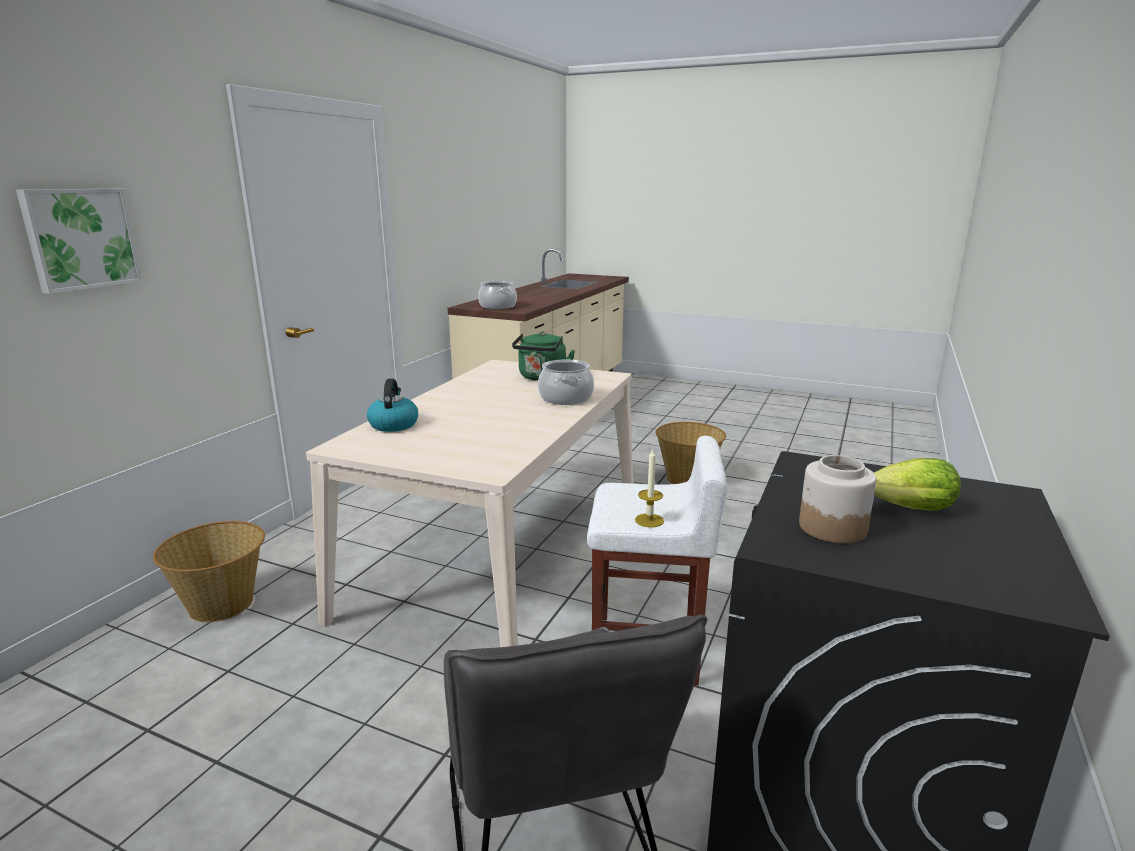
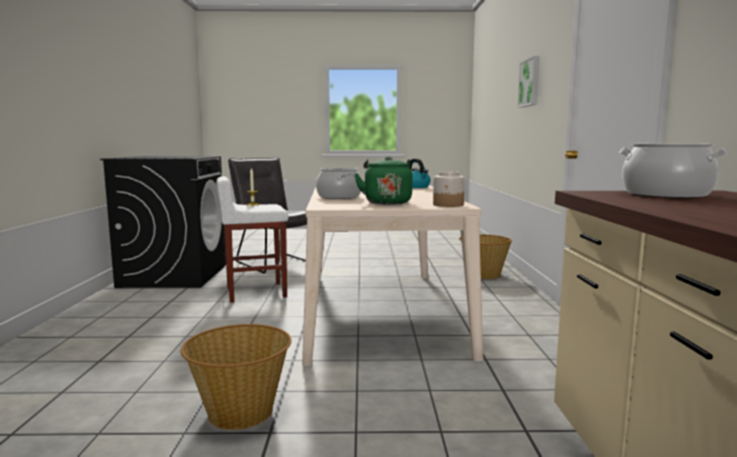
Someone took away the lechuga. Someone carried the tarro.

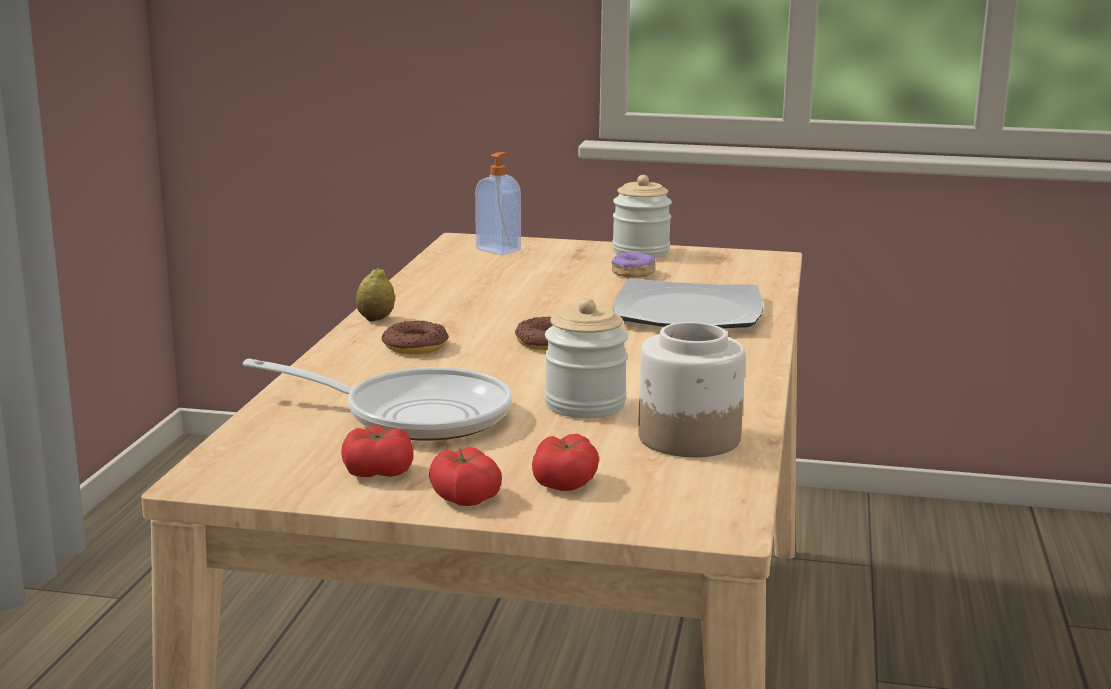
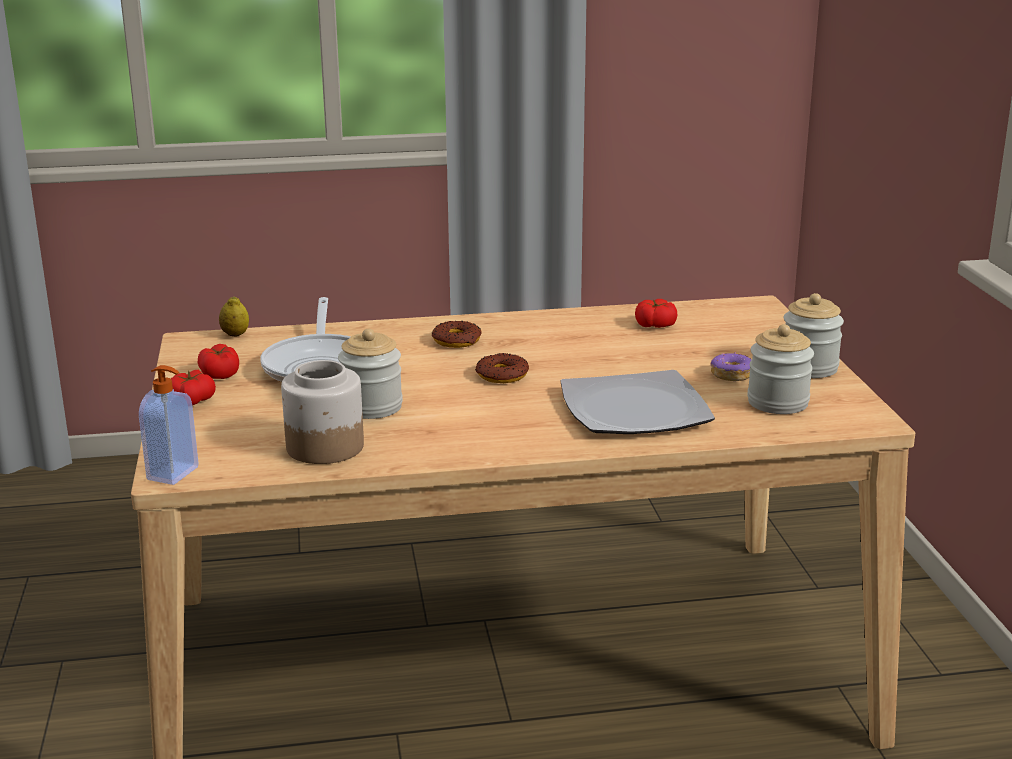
Someone put down the tarro (3rd from left). Someone carried the limón. Someone carried the dispensador de jabón. Someone carried the tomate (3rd from left).

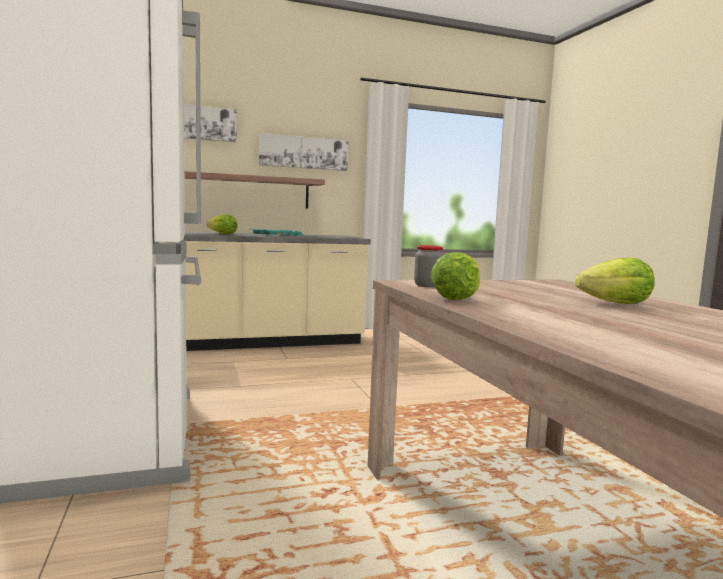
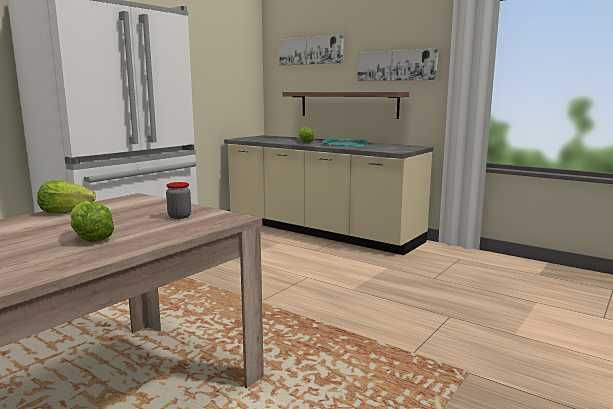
Someone carried the tarro.

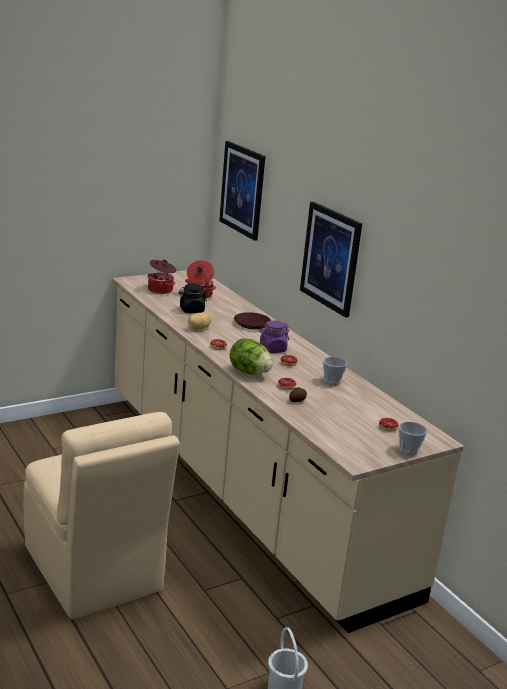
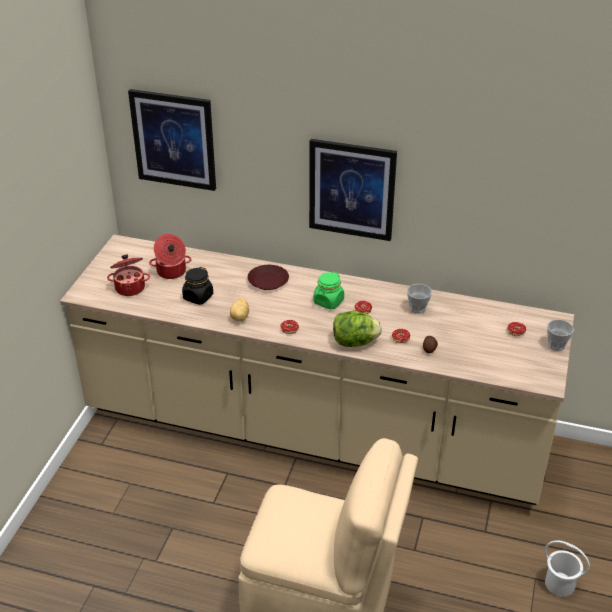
Someone repainted the tarro [morado], which became the tarro [verde].

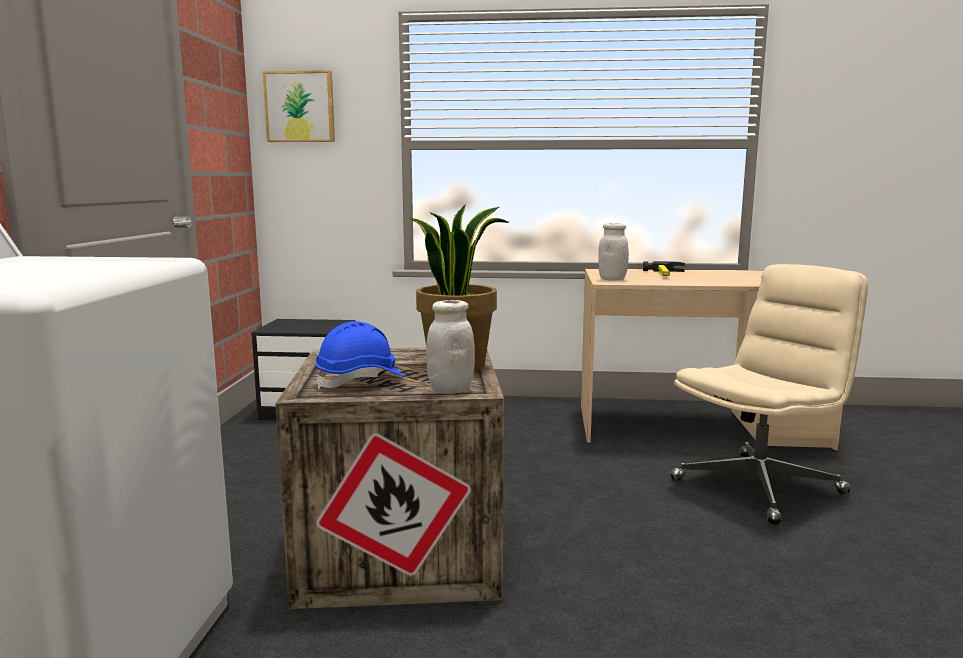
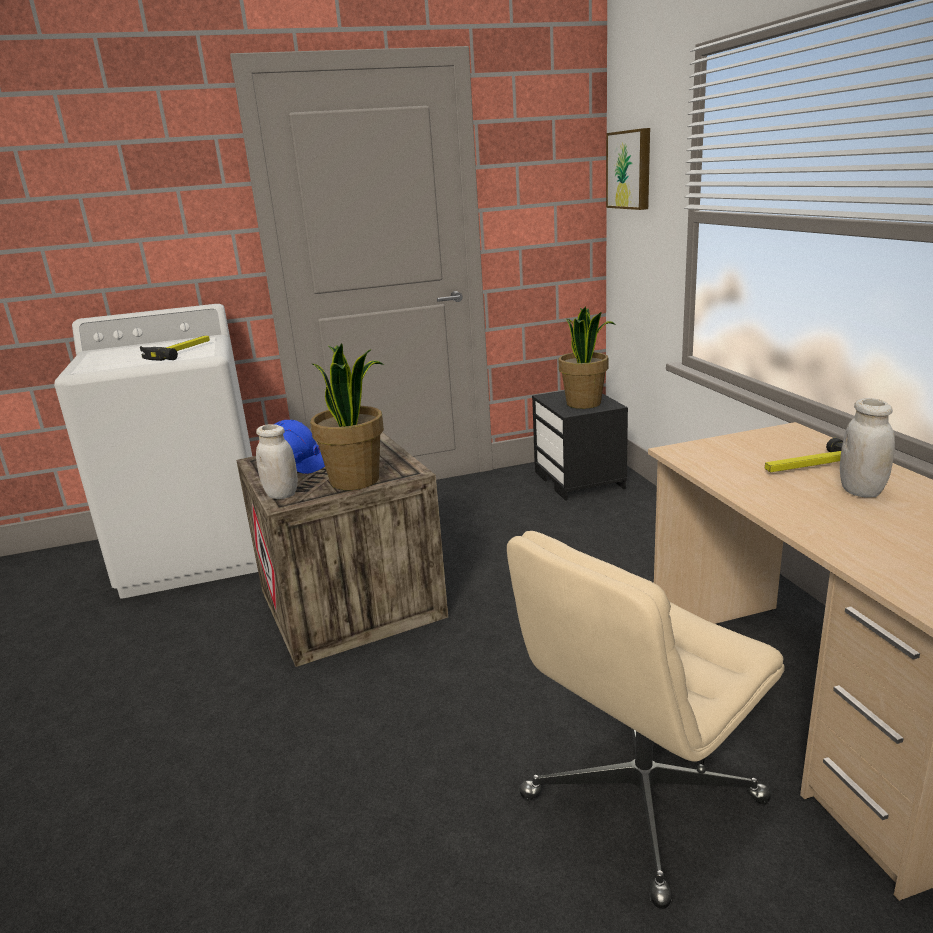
Someone put down the martillo (1st from left). Someone put down the planta en maceta (2nd from left). Someone carried the tarro [blanco] (2nd from left). Someone rotated the silla de oficina [beis] by 105 degrees clockwise.

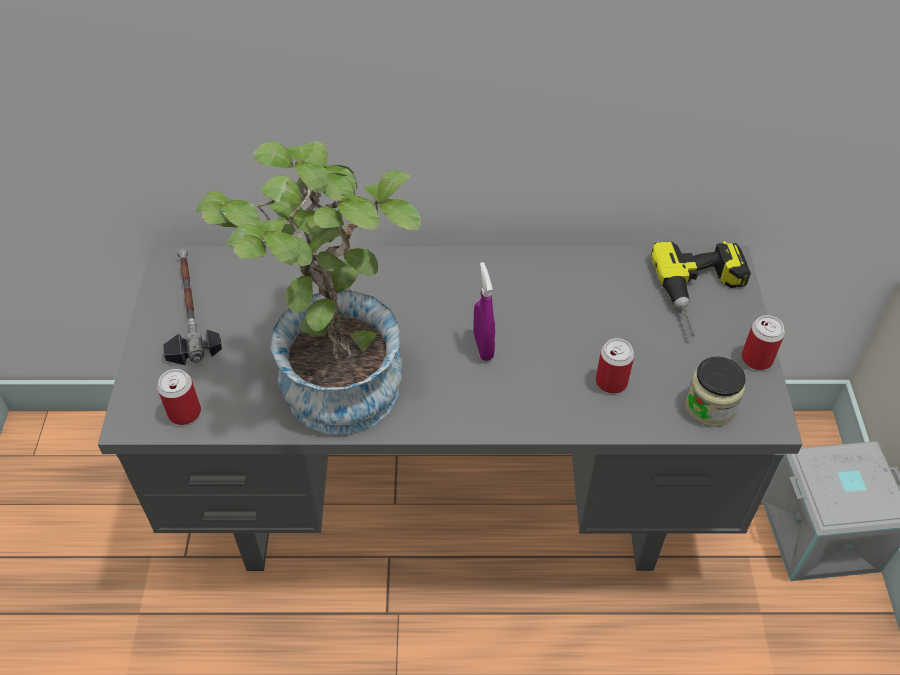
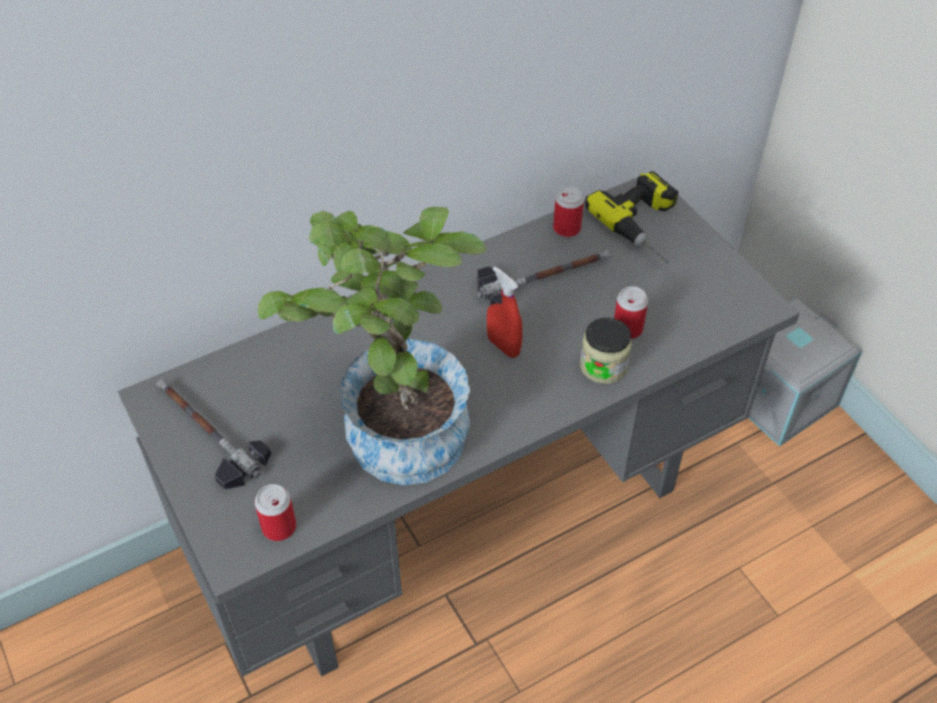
Someone put down the martillo (2nd from left). Someone carried the tarro. Someone carried the lata (3rd from left in the first image). Someone repainted the pulverizador [morado], which became the pulverizador [rojo].

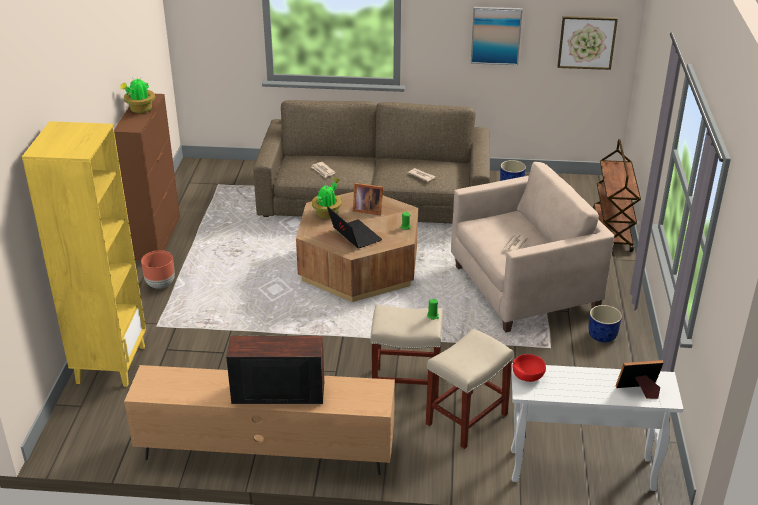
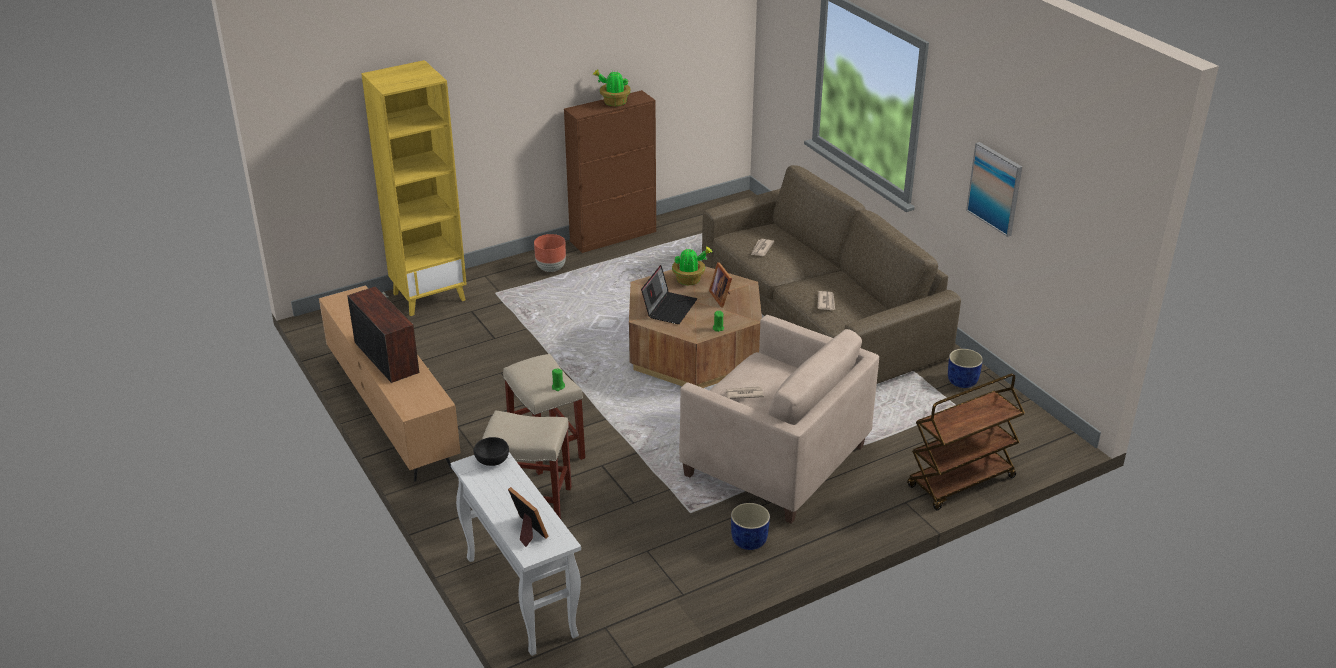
Someone took away the cuadro (2nd from left). Someone repainted the cuenco [rojo], which became the cuenco [negro].

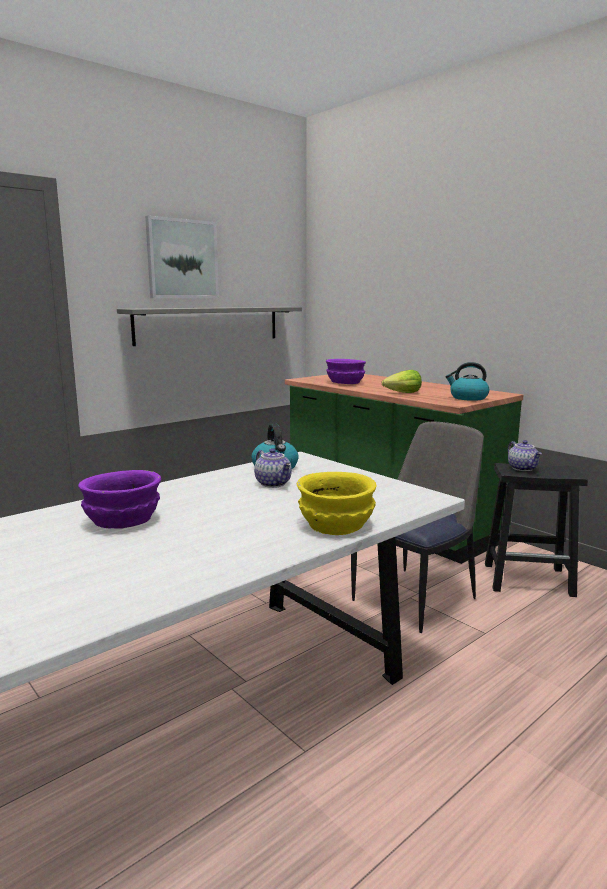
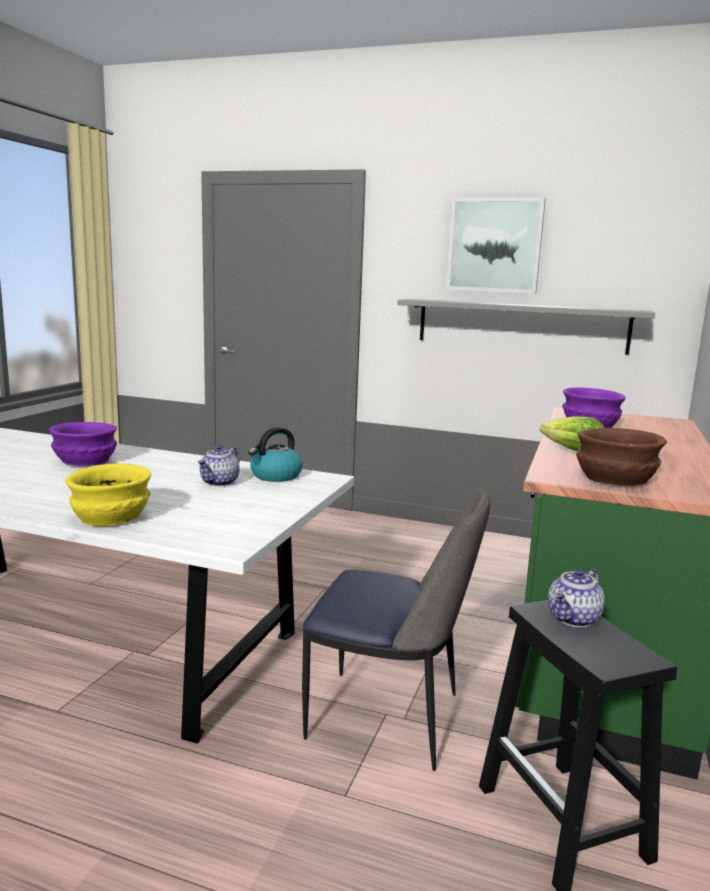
Someone swapped the hervidor (2nd from left) for the cuenco [marrón].

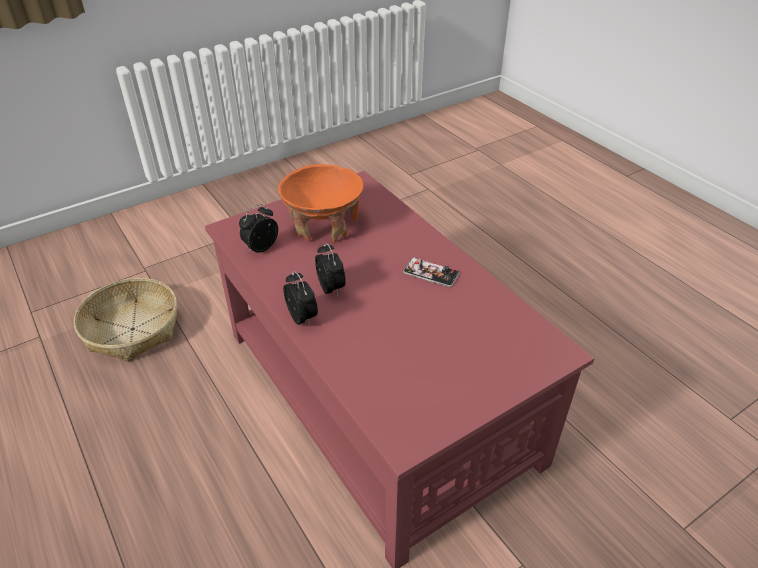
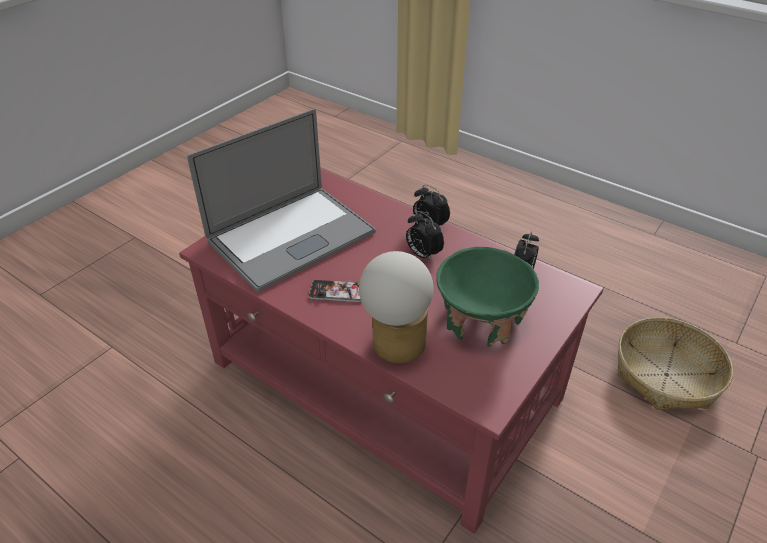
Someone put down the portátil. Someone put down the lámpara de mesa. Someone repainted the cuenco [naranja], which became the cuenco [verde].

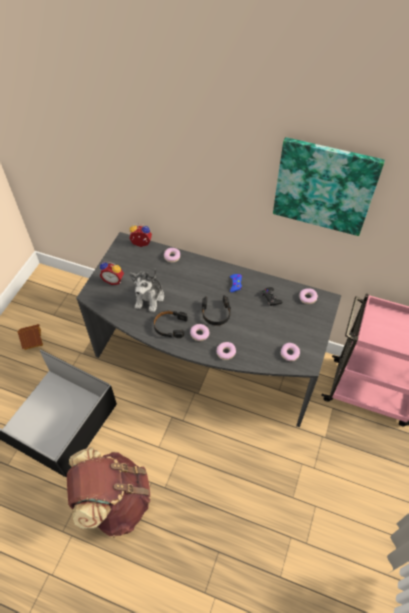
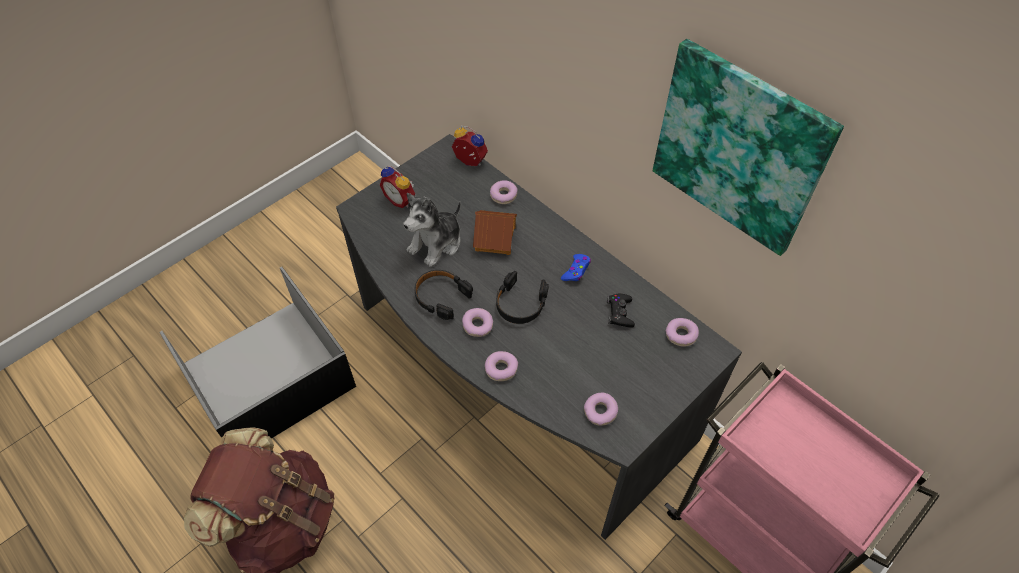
Someone carried the casita.

